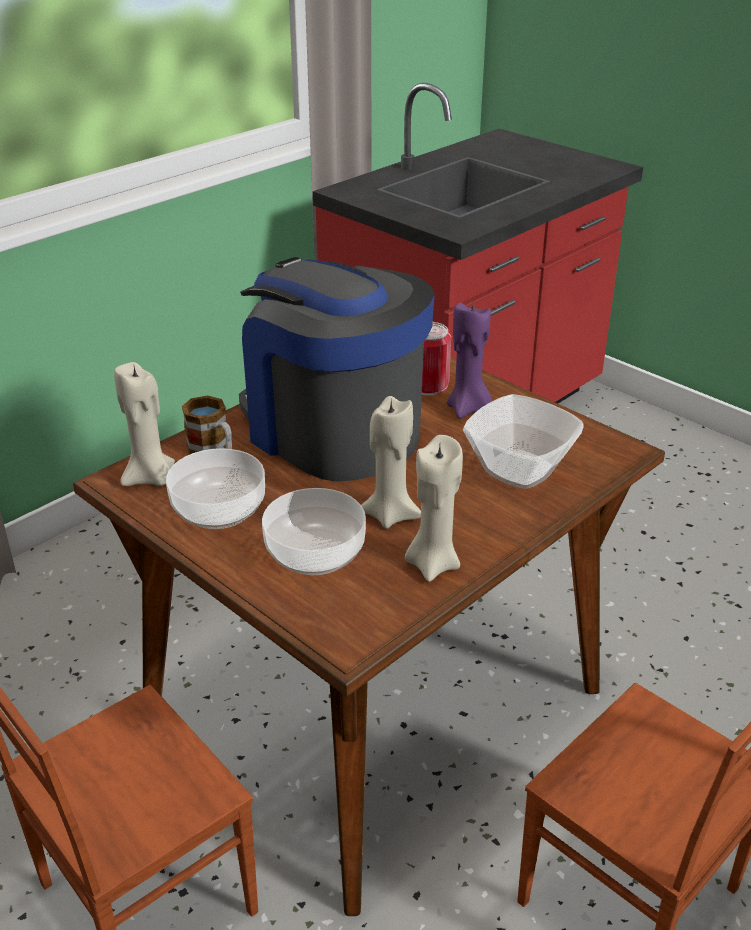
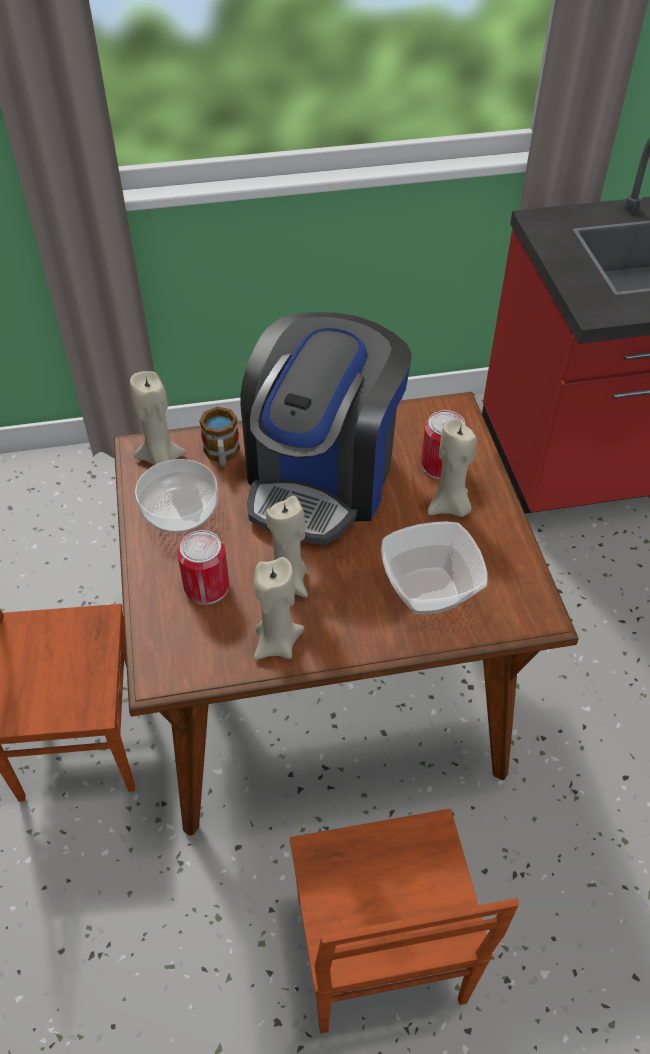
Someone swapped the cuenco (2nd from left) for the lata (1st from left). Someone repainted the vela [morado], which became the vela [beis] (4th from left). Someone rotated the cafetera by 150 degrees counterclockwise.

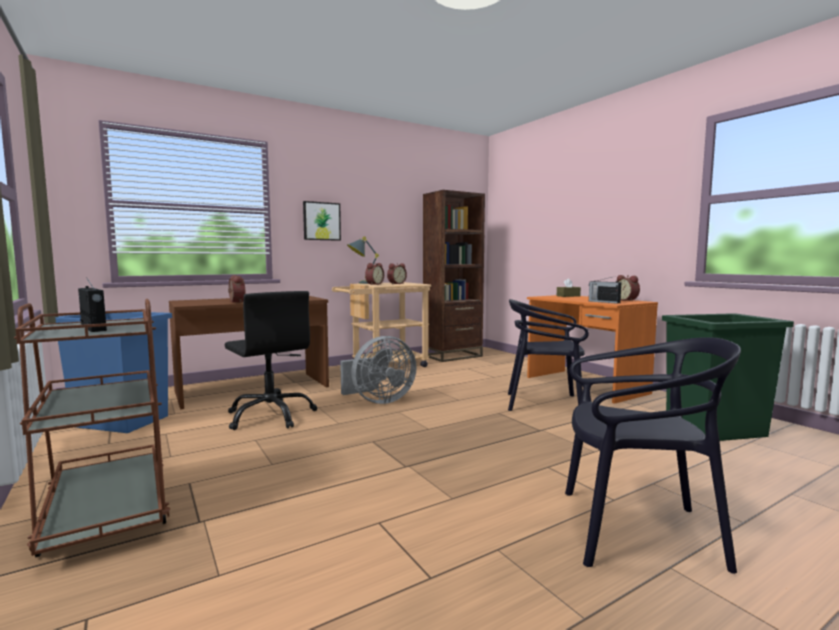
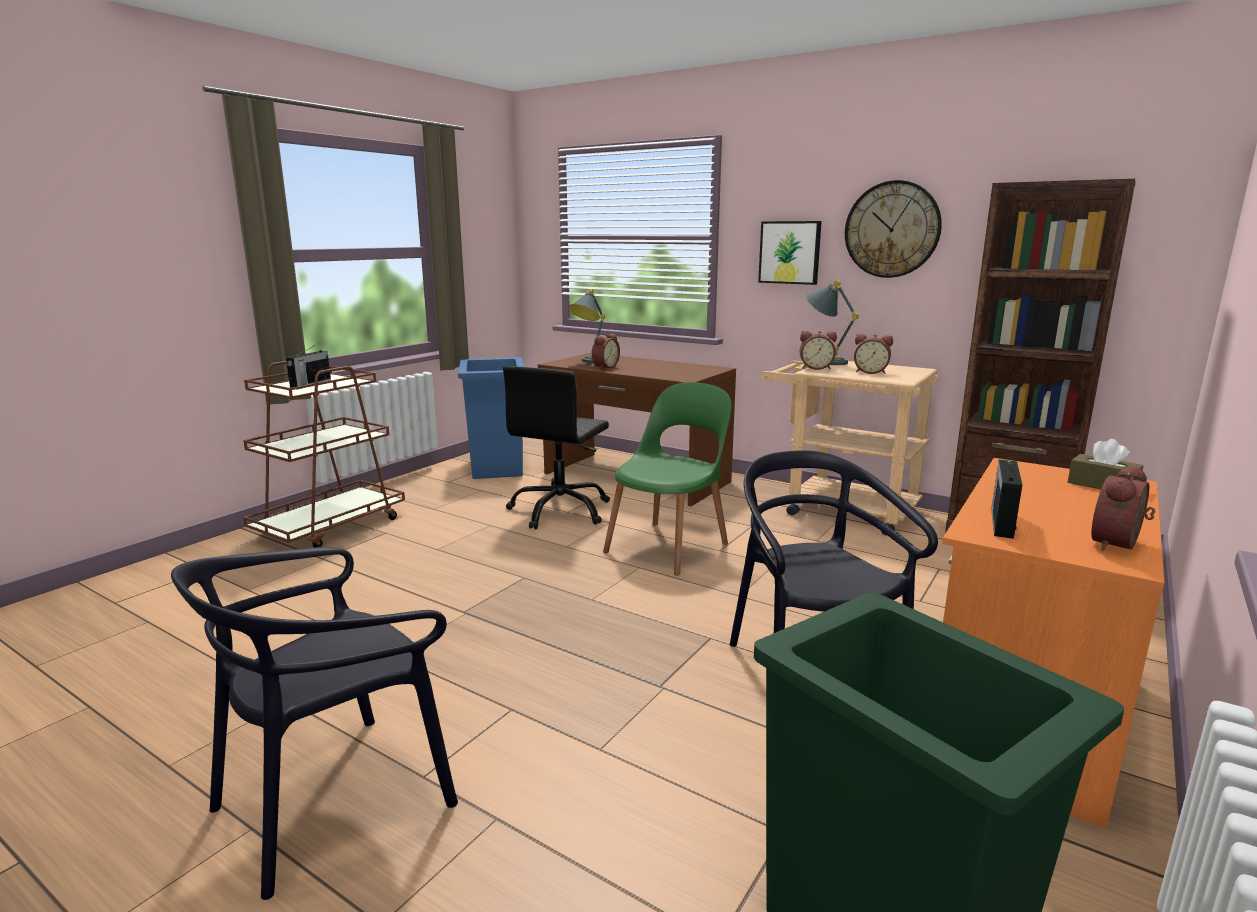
Someone put down the lámpara de mesa [gris] (1st from left). Someone put up the reloj de pared. Someone swapped the ventilador [gris] for the silla [verde]. Someone rotated the silla [negro] (2nd from left in the first image) by 60 degrees clockwise.

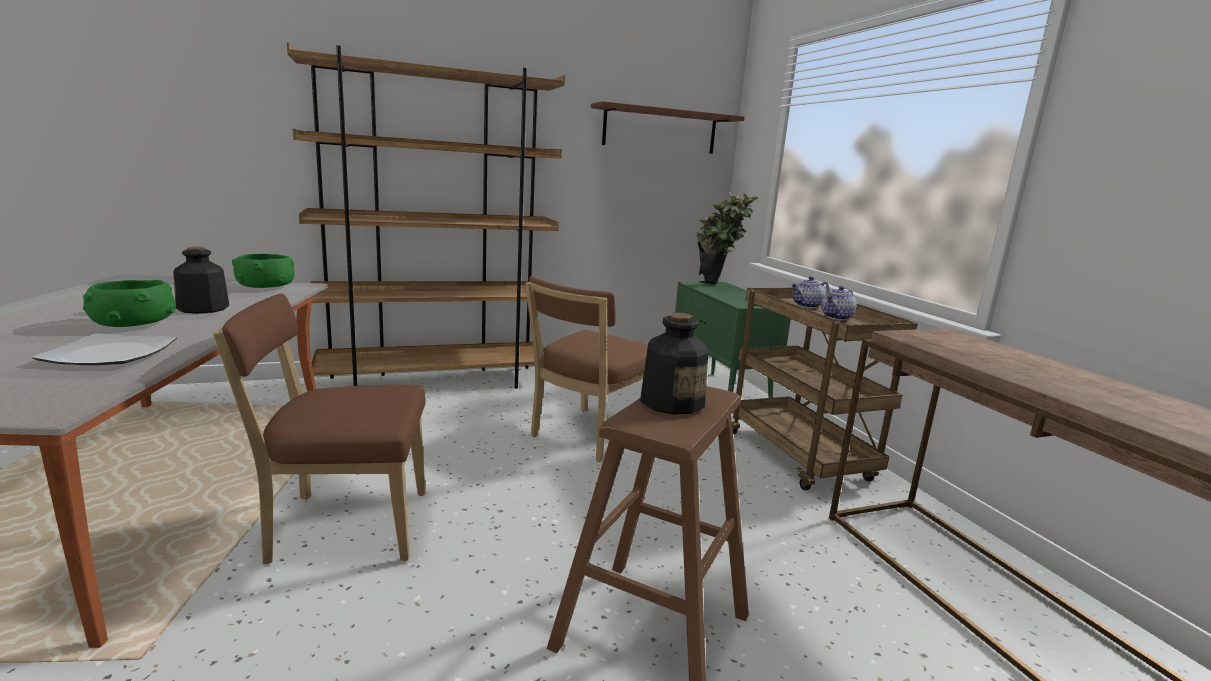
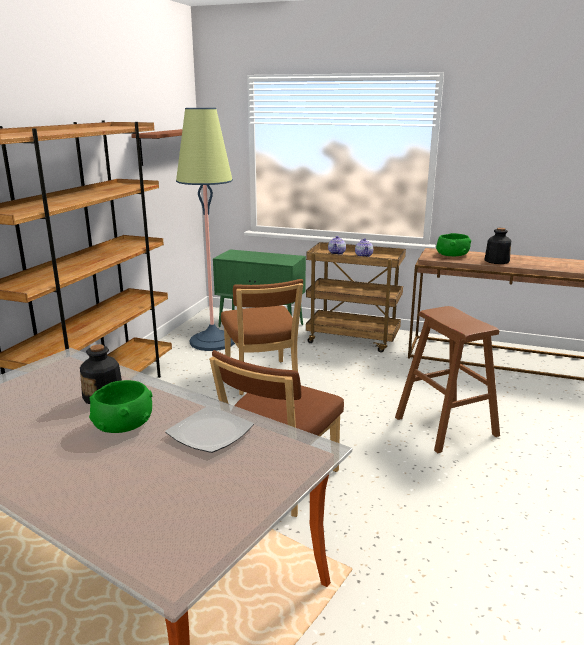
Someone took away the planta en maceta. Someone put down the lámpara de pie. Someone carried the cuenco [verde] (2nd from left). Someone carried the botella (2nd from left).

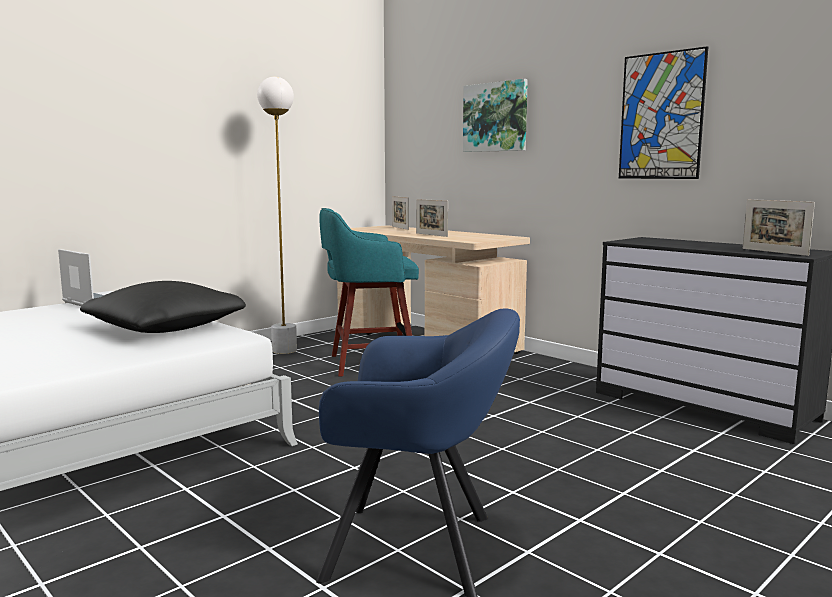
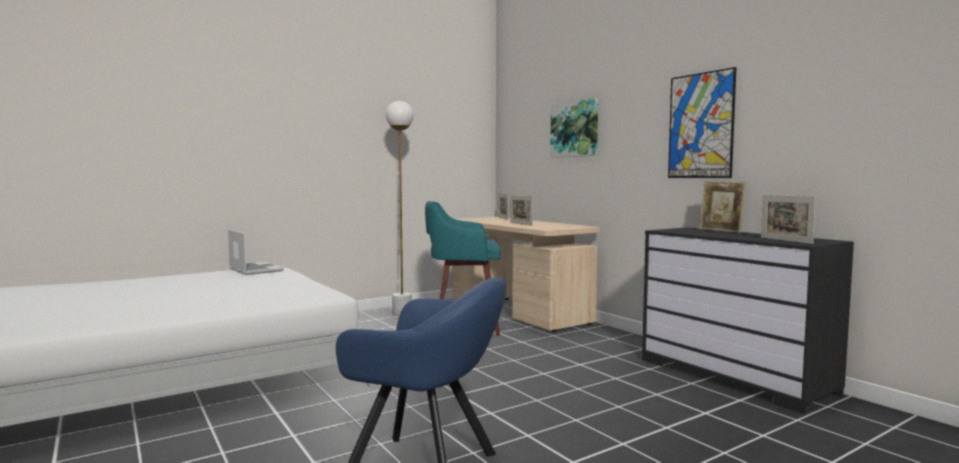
Someone took away the cojín [negro]. Someone put down the portarretratos (3rd from left).

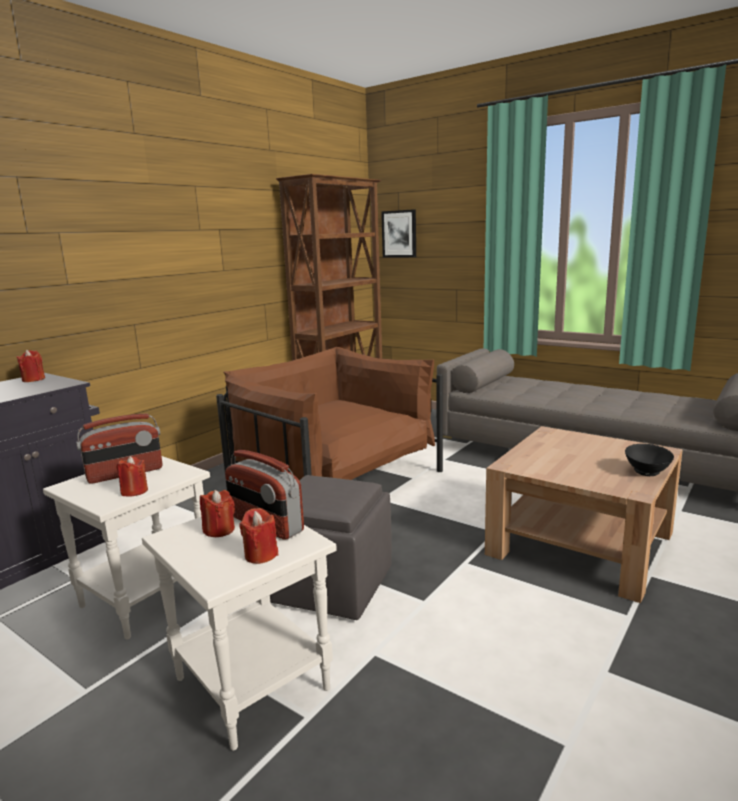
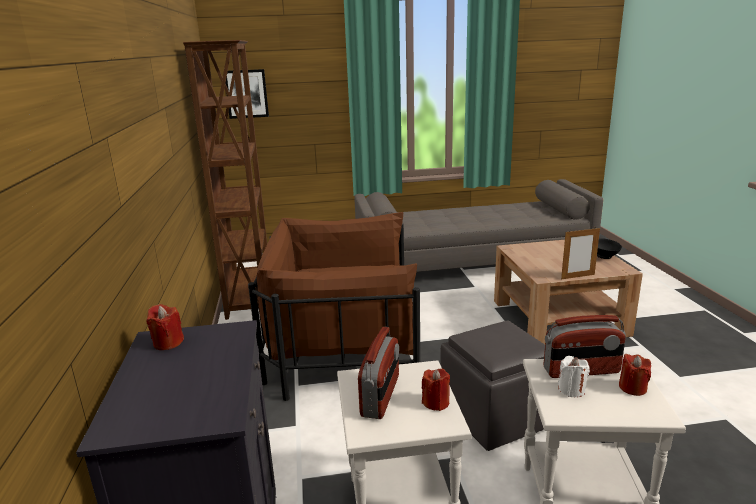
Someone put down the portarretratos. Someone repainted the vela [rojo] (3rd from left), which became the vela [blanco].

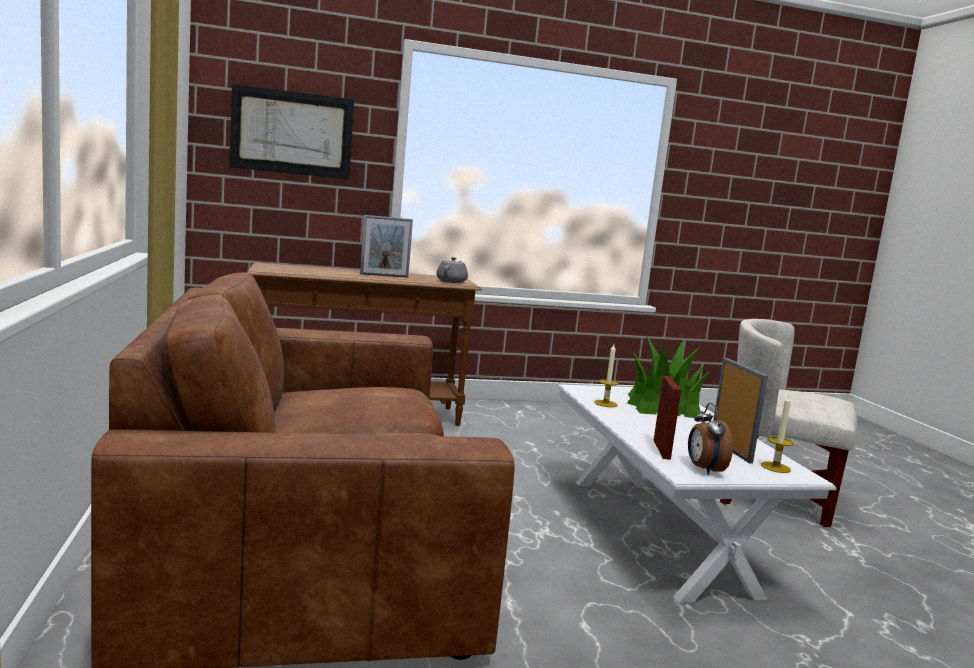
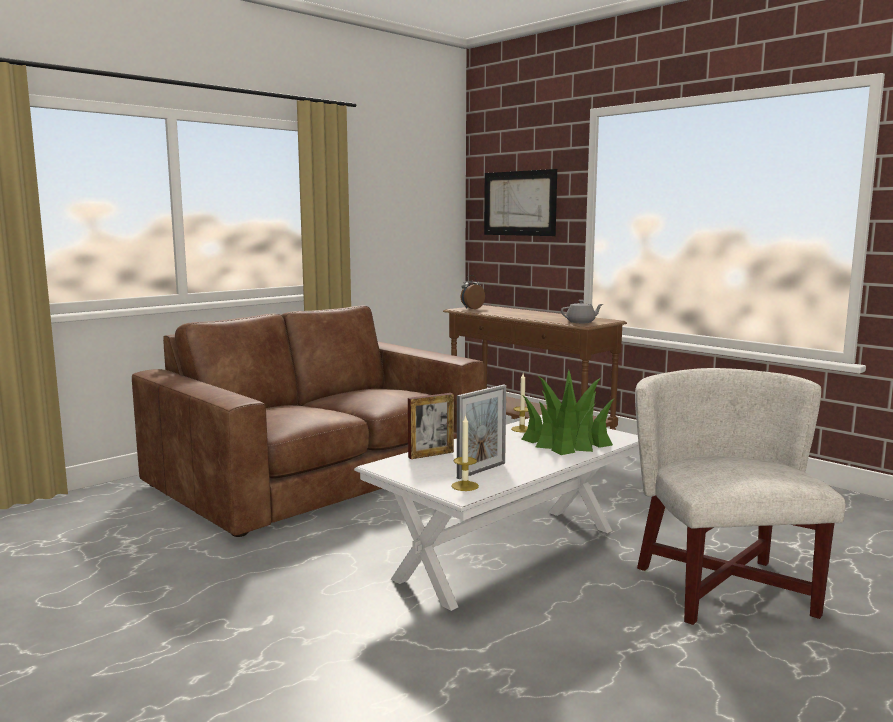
Someone took away the portarretratos (1st from left). Someone carried the despertador.

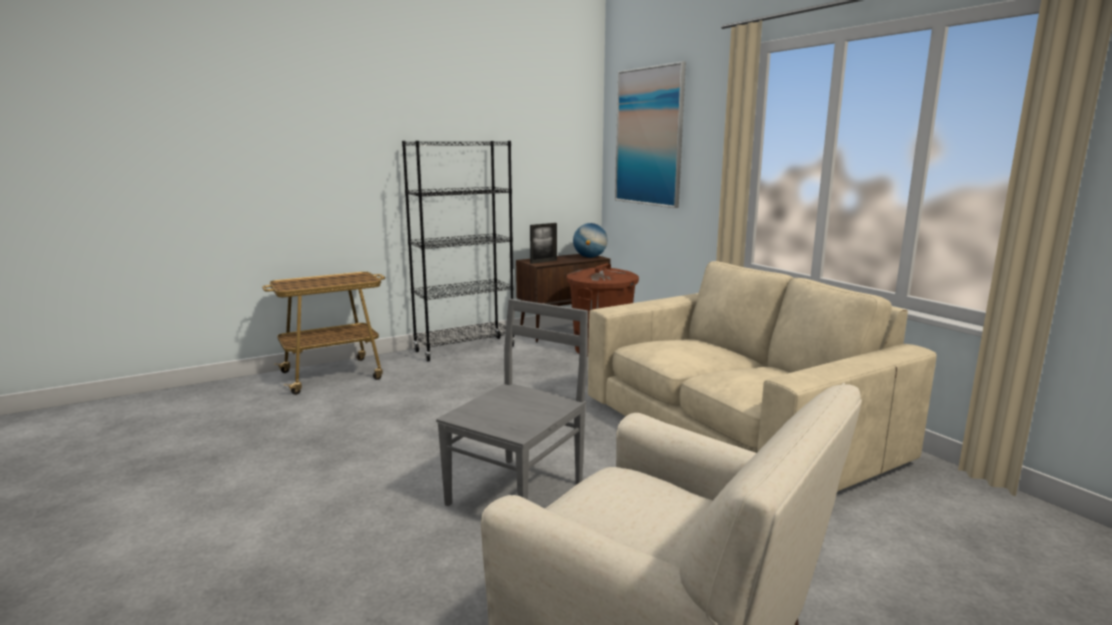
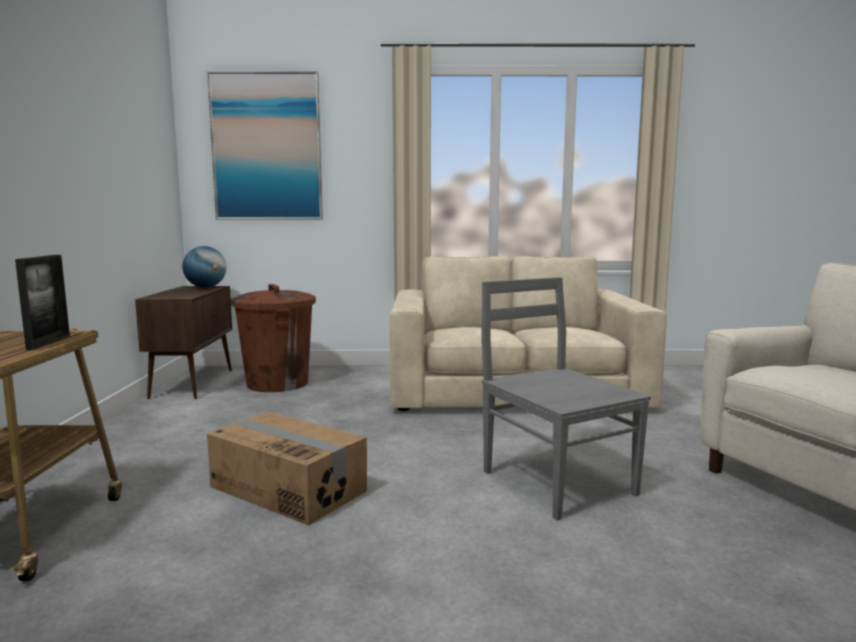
Someone took away the estantería [negro]. Someone put down the caja de cartón. Someone carried the portarretratos.

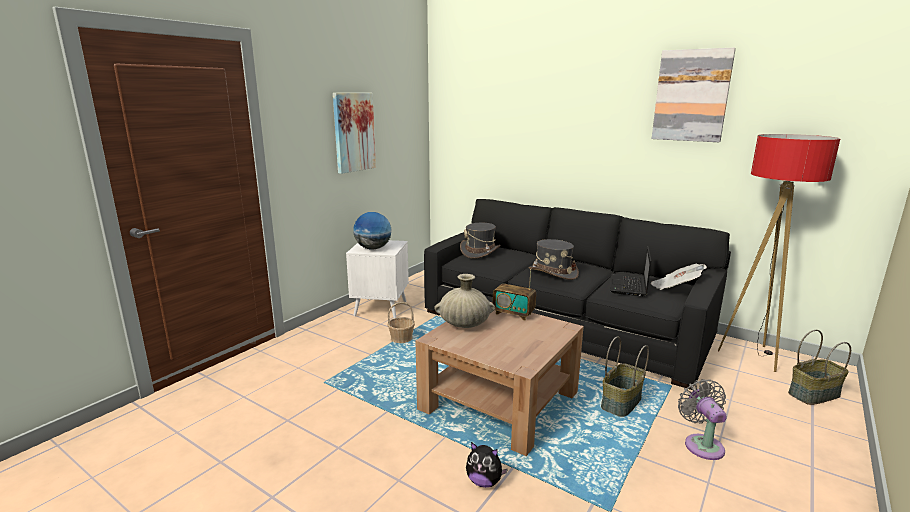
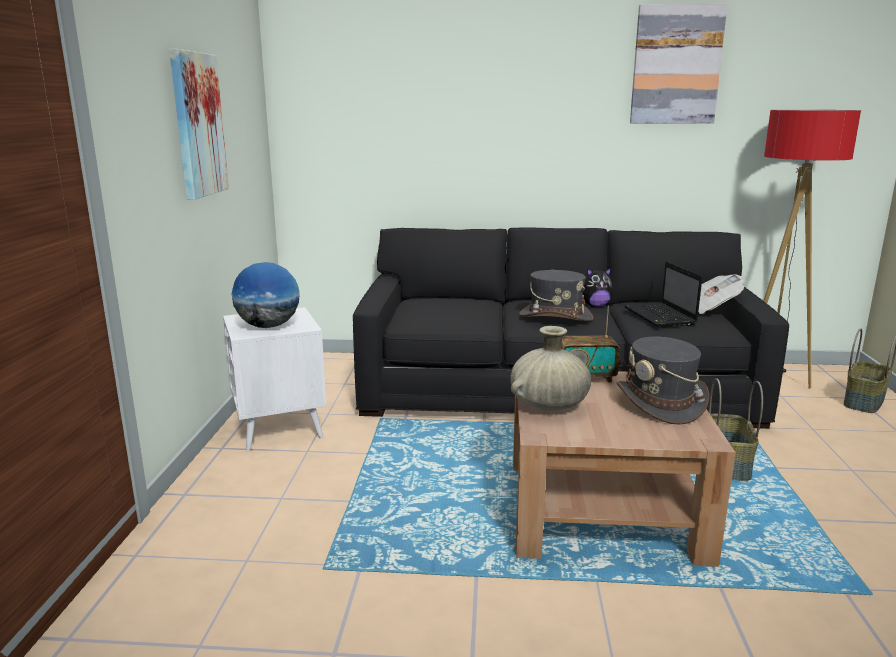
Someone took away the cesta (1st from left). Someone took away the ventilador [gris]. Someone carried the sombrero [gris] (1st from left in the first image). Someone carried the peluche.

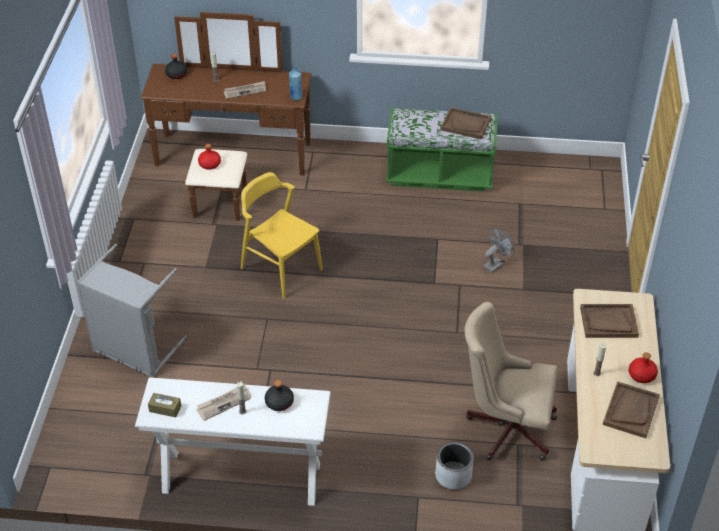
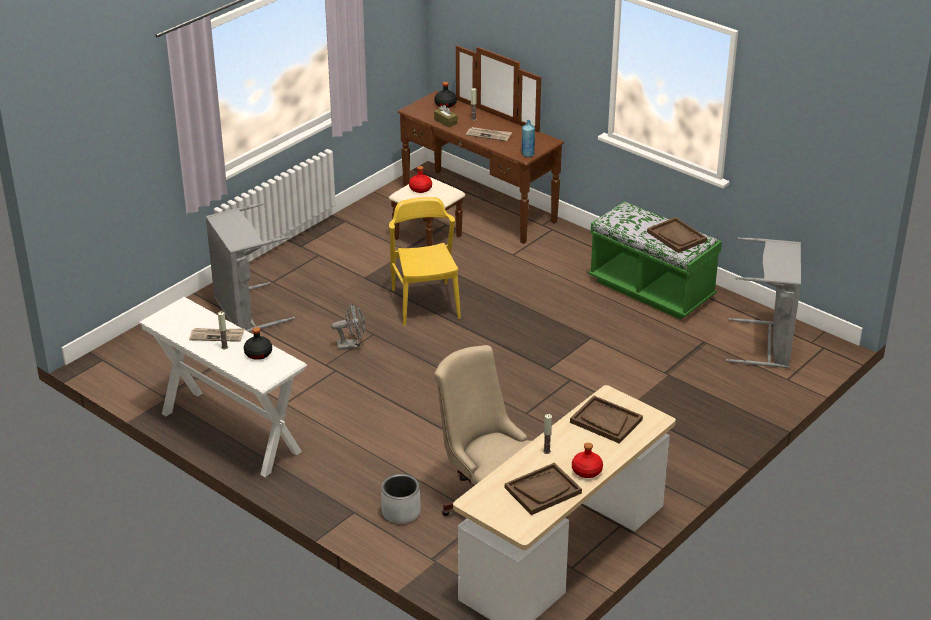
Someone put down the cesto de la ropa [gris] (2nd from left). Someone carried the caja de pañuelos [marrón]. Someone carried the ventilador [gris].

